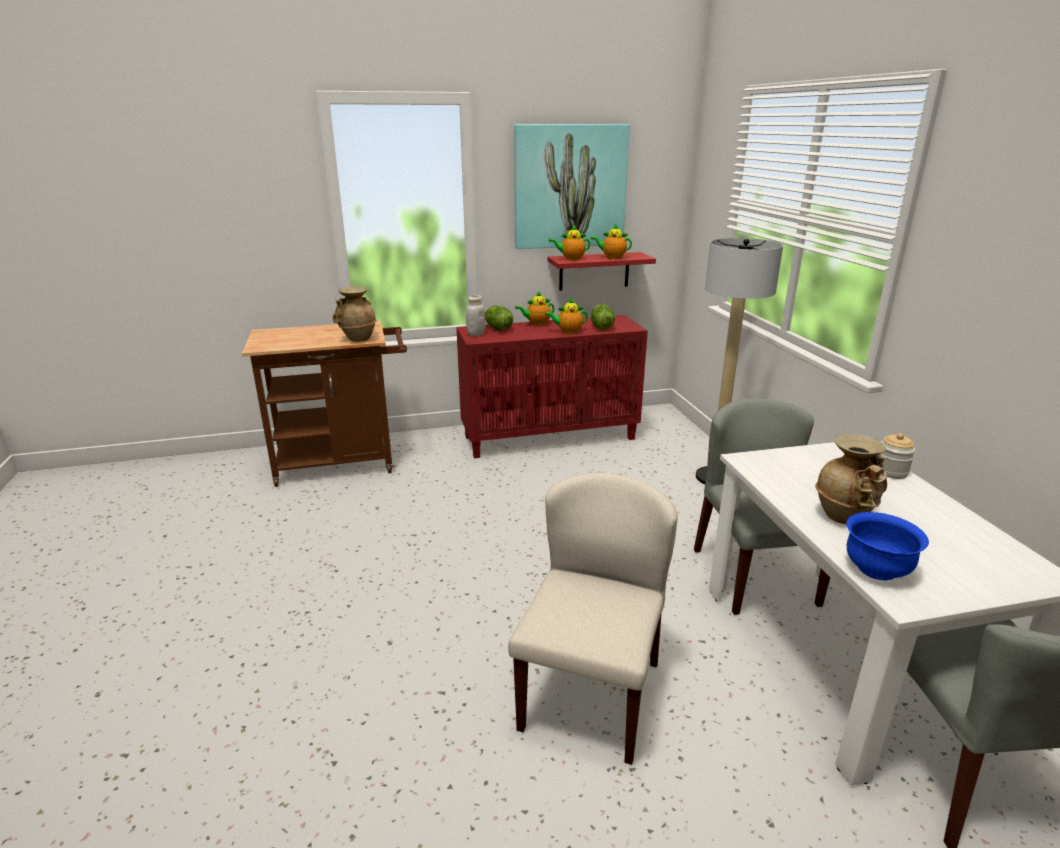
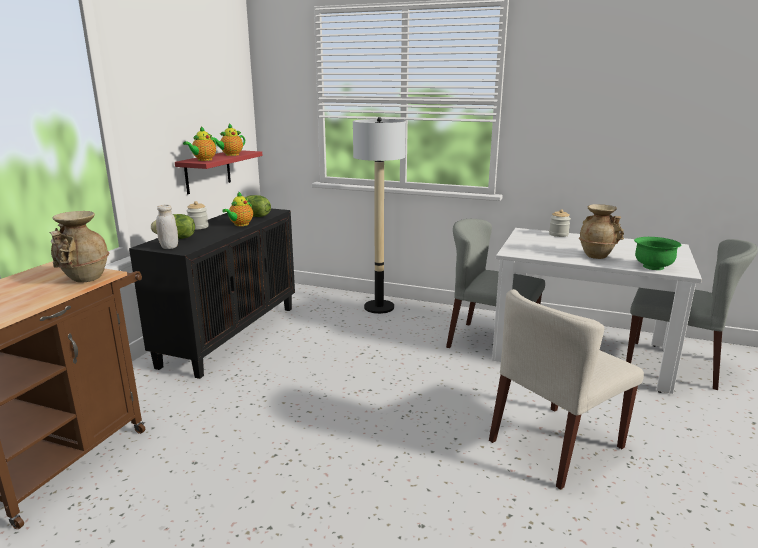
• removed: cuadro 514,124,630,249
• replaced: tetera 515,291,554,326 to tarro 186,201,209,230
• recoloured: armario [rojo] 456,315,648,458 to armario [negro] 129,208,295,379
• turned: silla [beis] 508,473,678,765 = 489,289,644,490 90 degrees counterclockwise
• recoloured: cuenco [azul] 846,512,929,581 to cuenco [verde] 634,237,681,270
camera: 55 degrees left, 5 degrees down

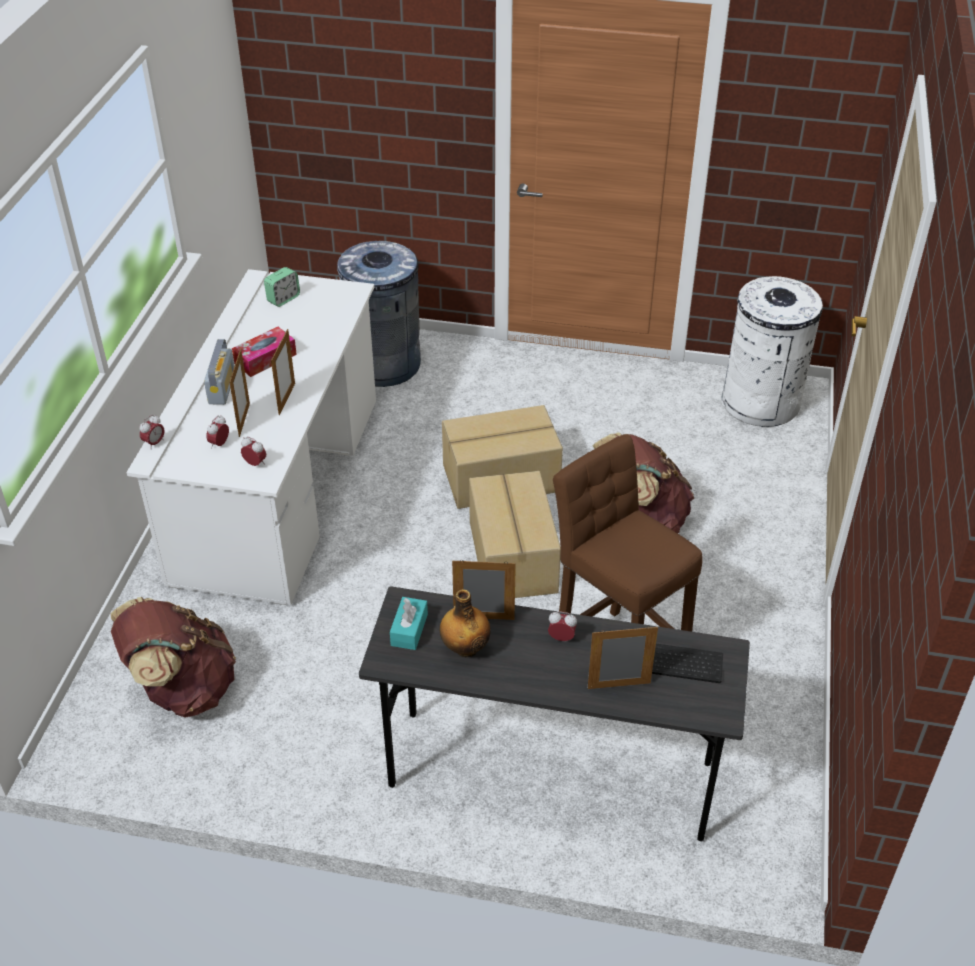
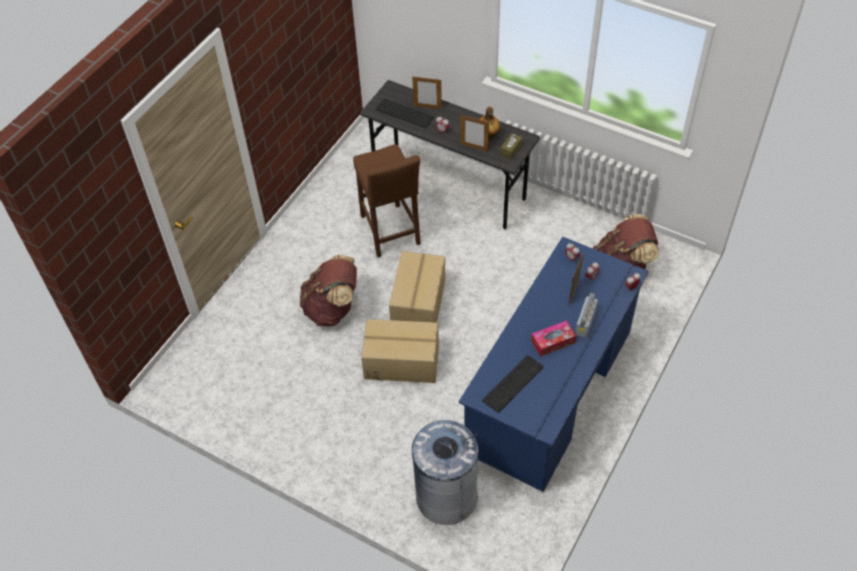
• removed: despertador 264,267,300,307
• recoloured: escritorio [blanco] 126,269,376,605 to escritorio [azul] 459,237,649,492
• removed: papelera [blanco] 722,276,823,427
• removed: portarretratos 271,329,295,415
• recoloured: caja de pañuelos [turquesa] 390,597,428,650 to caja de pañuelos [marrón] 500,133,522,159
• added: teclado 482,355,544,413
camera: 160 degrees left, 10 degrees up

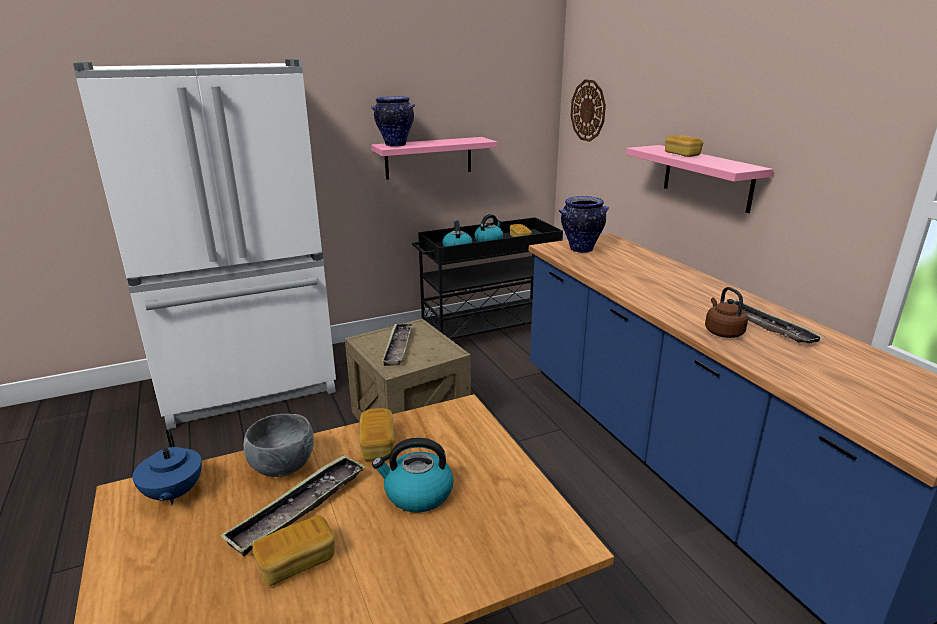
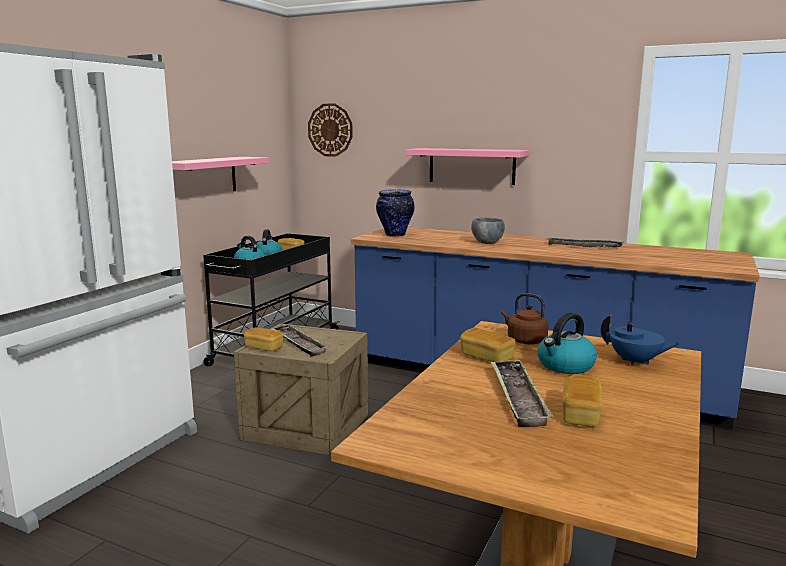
• removed: florero 371,96,415,147
• moved: pan 665,135,703,157 to 244,328,284,351
• moved: hervidor [marrón] 705,287,748,338 to 501,293,548,344
• moved: cuenco [gris] 244,414,314,477 to 471,217,505,244
• moved: tetera [azul] 132,430,202,505 to 601,315,681,366
camera: 40 degrees left, 10 degrees down

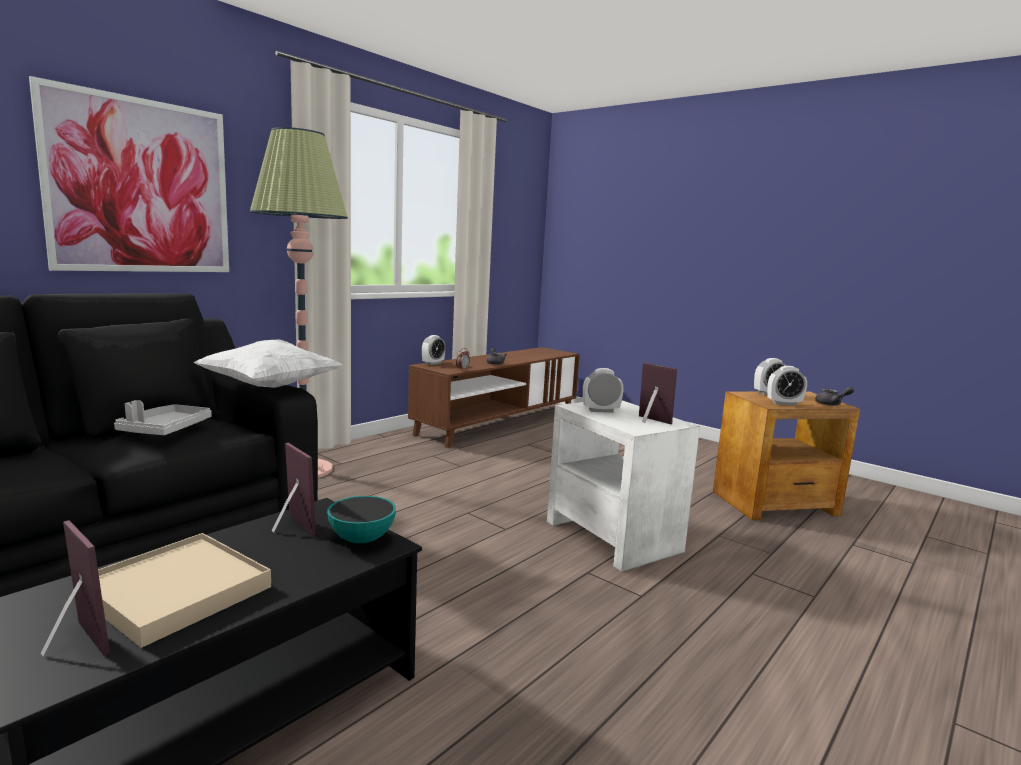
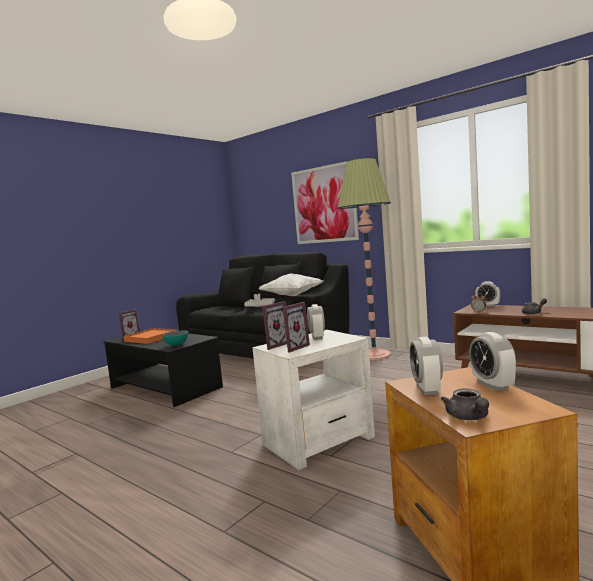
• moved: portarretratos 272,443,316,535 to 262,301,287,350
• recoloured: bandeja [beis] 98,533,271,648 to bandeja [naranja] 124,328,176,344
camera: 90 degrees right, 5 degrees down

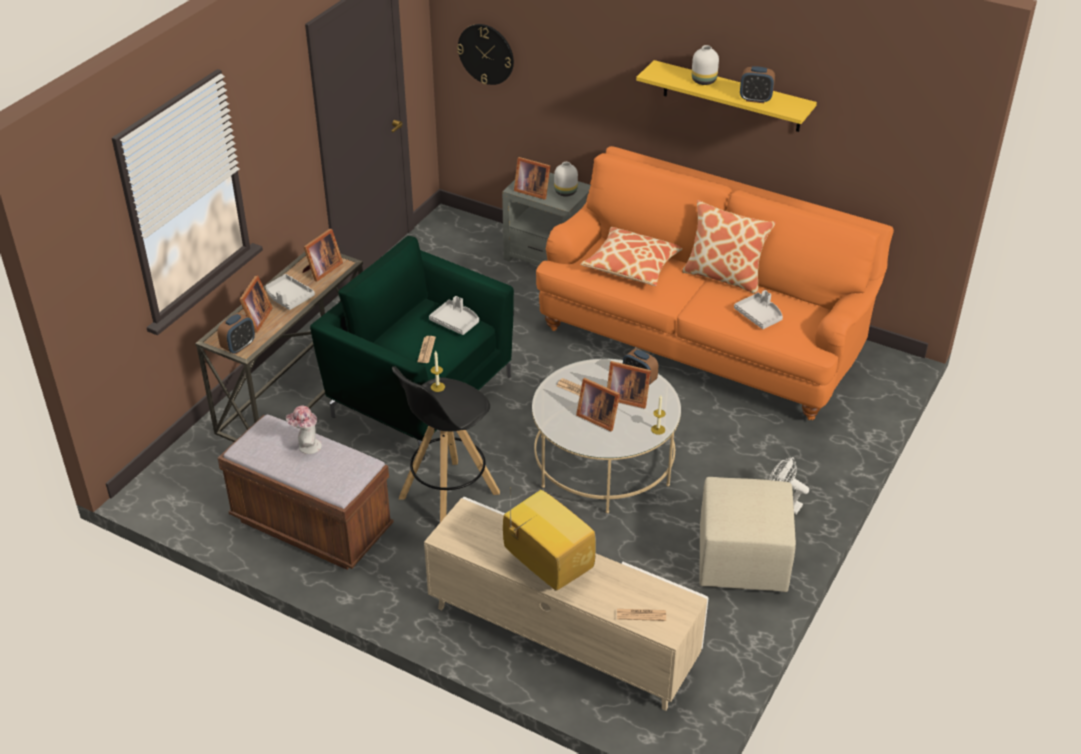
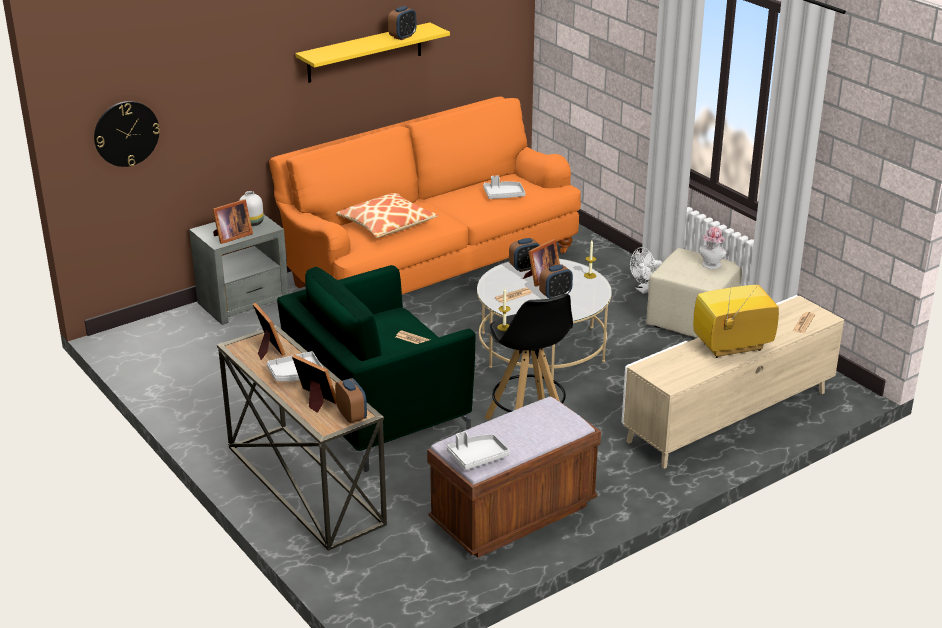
• removed: florero [blanco] 692,45,719,85
• removed: cojín 682,200,776,294
• moved: bandeja [gris] 429,296,479,335 to 447,431,510,470
• replaced: portarretratos 576,378,620,431 to despertador 539,264,573,298
• moved: sombrero 286,406,322,454 to 699,227,727,269
camera: 65 degrees left, 10 degrees down

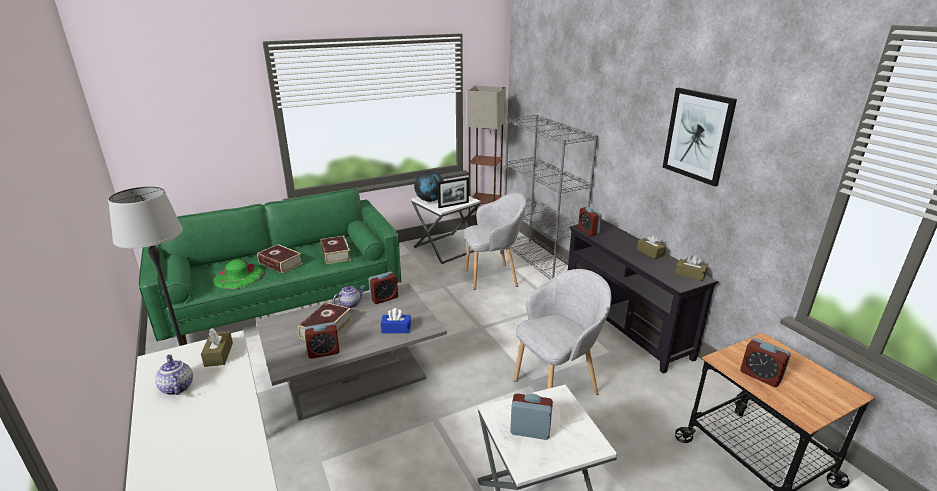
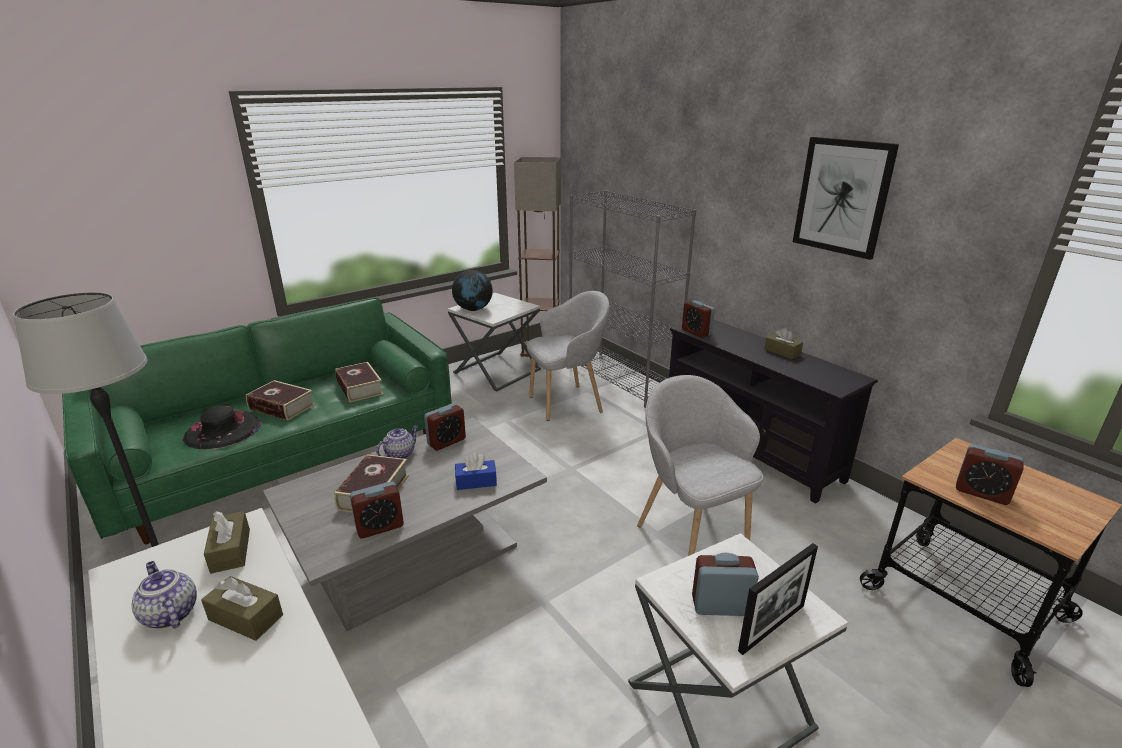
• moved: portarretratos 438,177,469,208 to 738,543,818,655
• moved: caja de pañuelos [marrón] 675,255,708,282 to 201,576,283,641
• recoloured: sombrero [verde] 213,259,265,289 to sombrero [negro] 183,405,261,449
• turned: sillón [gris] 514,269,612,395 = 637,375,763,556 75 degrees counterclockwise
camera: 10 degrees left, 0 degrees up

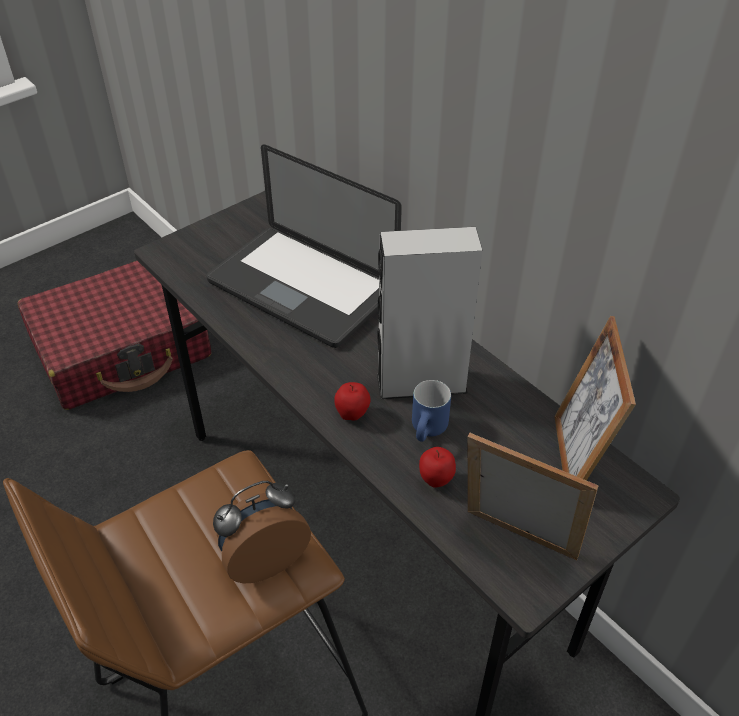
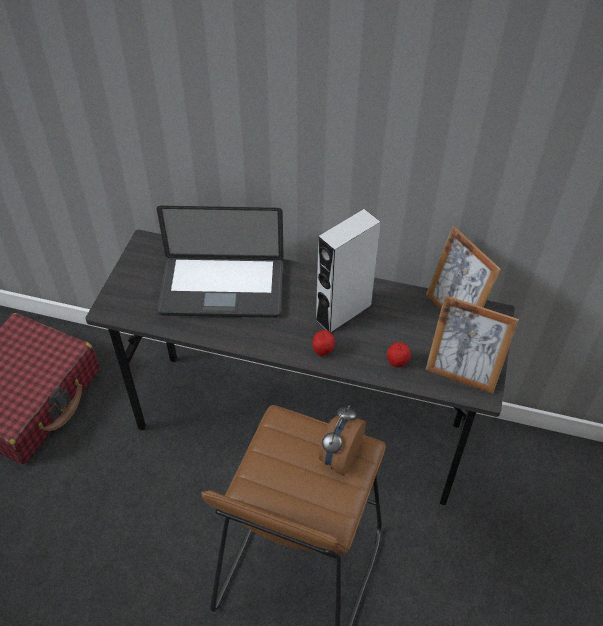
• removed: taza grande [azul] 412,380,451,442
• turned: portarretratos 468,433,599,560 = 425,295,519,394 150 degrees counterclockwise
camera: 35 degrees left, 5 degrees up

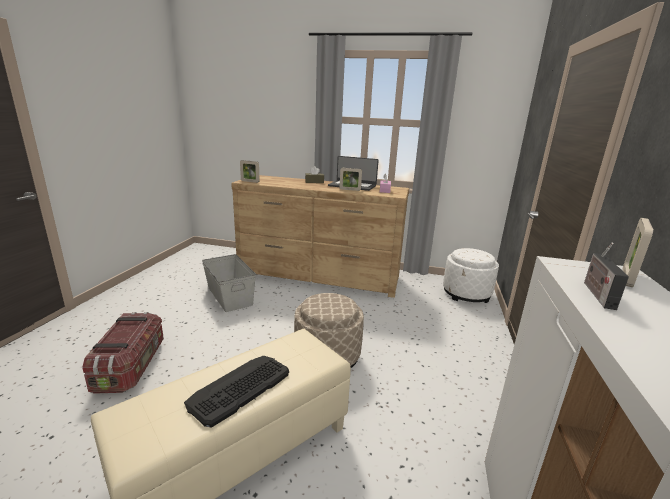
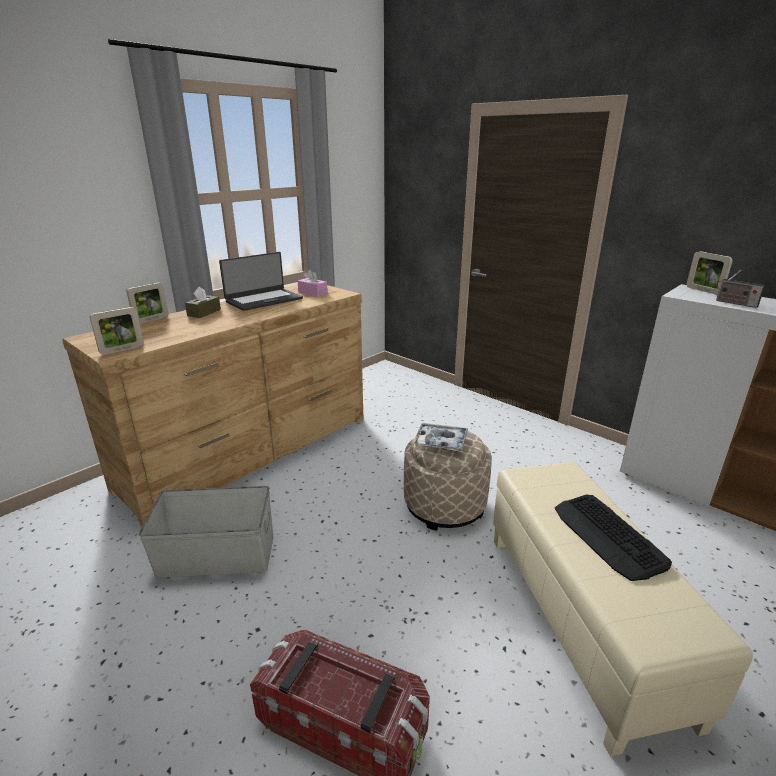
• moved: portarretratos 340,168,362,191 to 127,282,169,324
• removed: puf [blanco] 443,248,499,303
• added: bandeja 412,423,468,452
camera: 60 degrees left, 5 degrees up

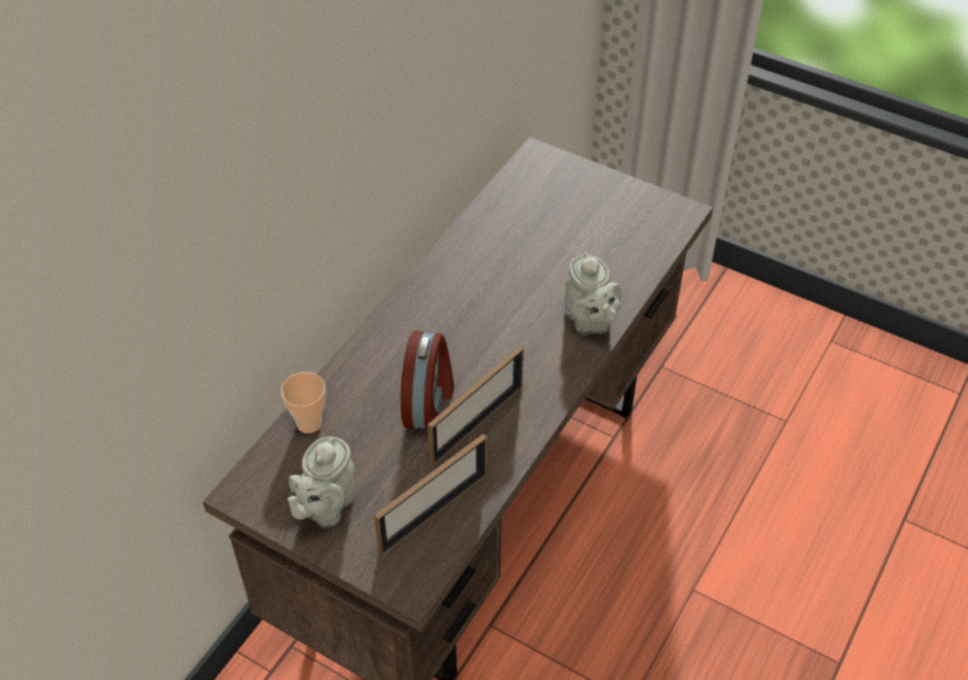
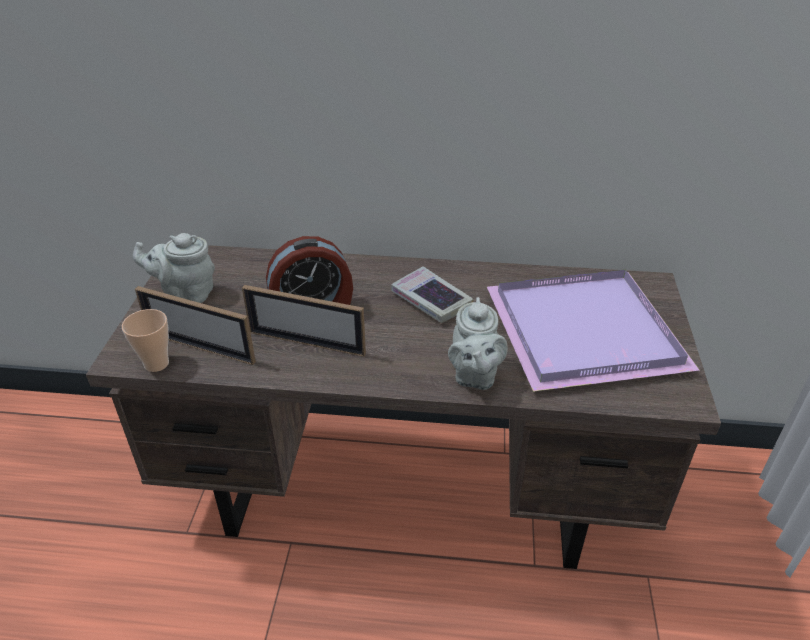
• turned: tetera [gris] 565,252,622,335 = 448,297,508,390 45 degrees counterclockwise
• moved: taza 281,372,326,433 to 122,309,169,372
• added: libro 391,266,473,323
• added: bandeja [morado] 487,270,700,392
camera: 65 degrees right, 10 degrees down

